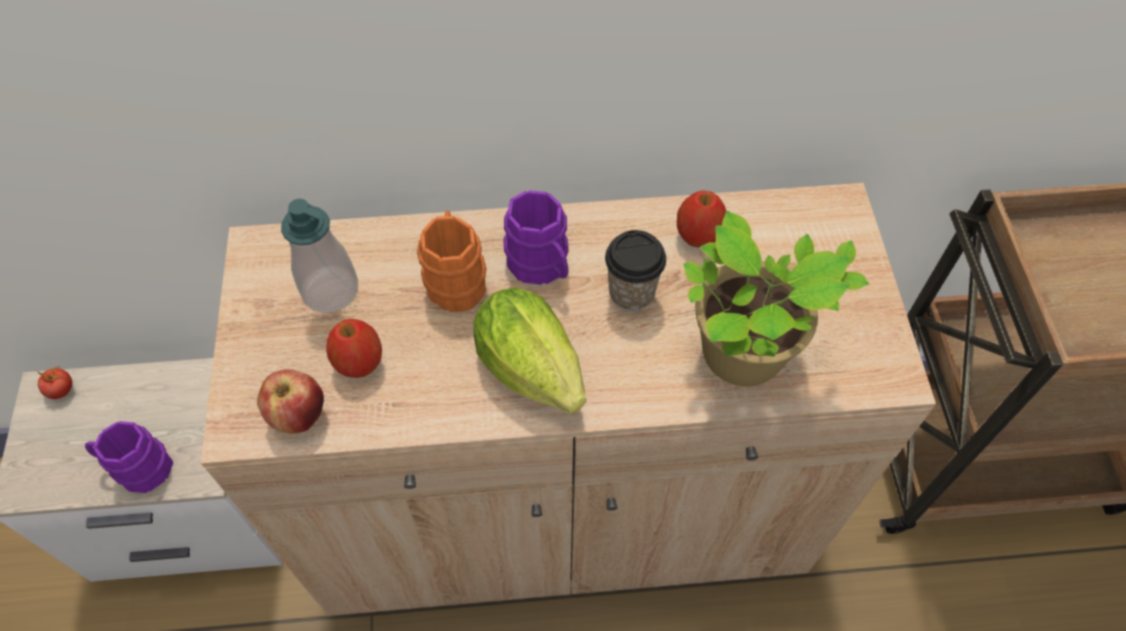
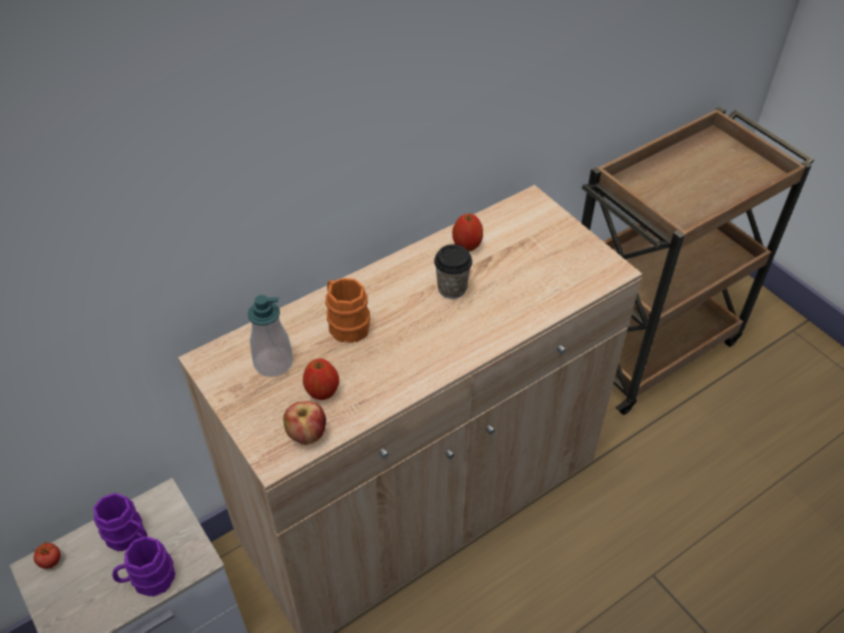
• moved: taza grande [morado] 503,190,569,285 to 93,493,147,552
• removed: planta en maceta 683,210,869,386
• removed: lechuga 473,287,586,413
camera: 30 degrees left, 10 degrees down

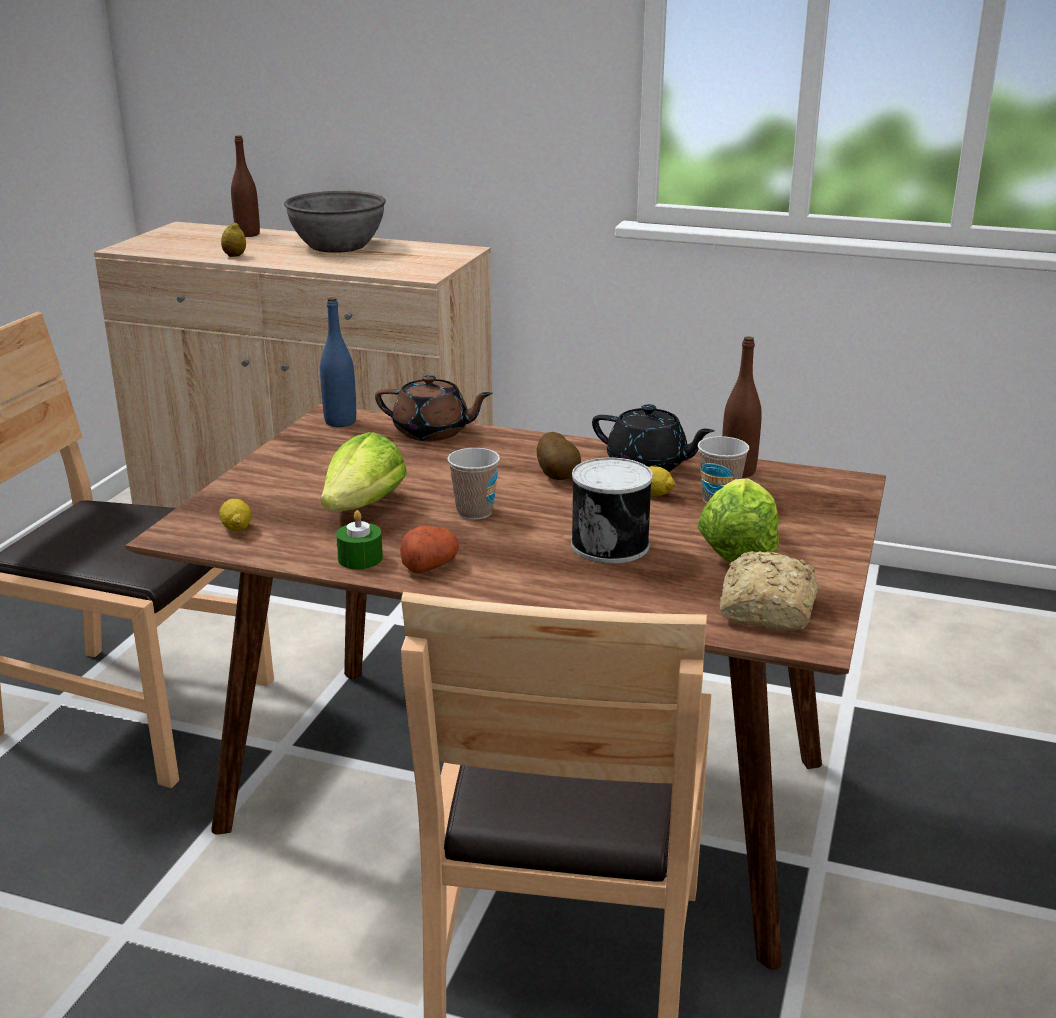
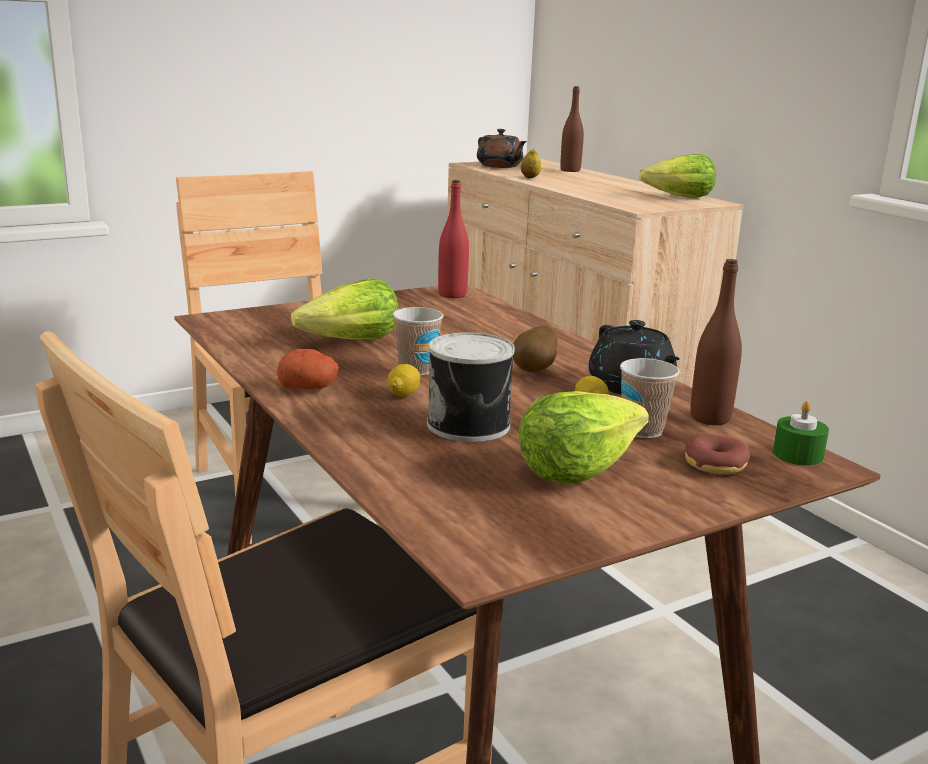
• removed: cuenco [gris] 284,191,386,253
• recoloured: botella [azul] 320,297,356,427 to botella [rojo] 438,180,469,298
• moved: tetera [marrón] 375,375,493,441 to 477,129,527,168
• moved: limón 220,499,251,531 to 387,364,420,396
• moved: vela [verde] 336,510,383,569 to 773,401,829,466
• removed: pan 720,551,819,631
• added: lechuga 639,154,716,198
• added: rosquilla 685,435,750,475
camera: 40 degrees right, 5 degrees down

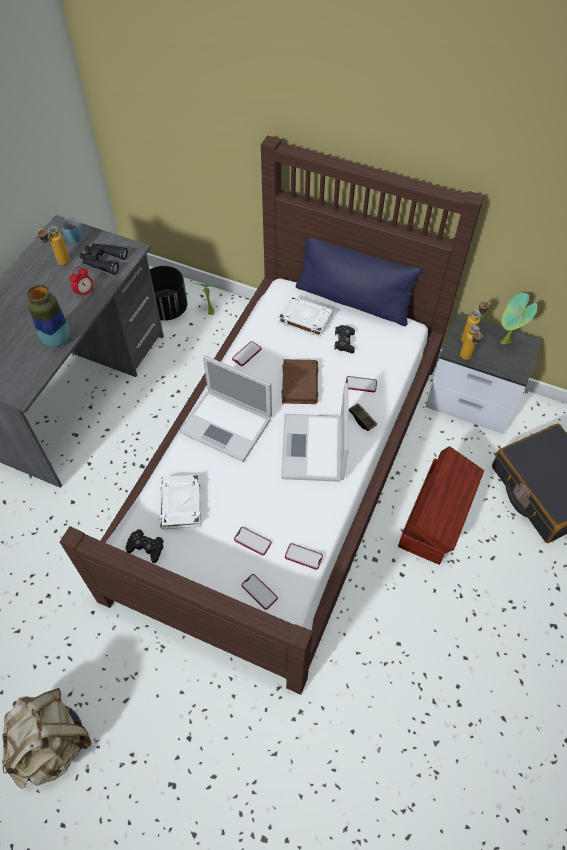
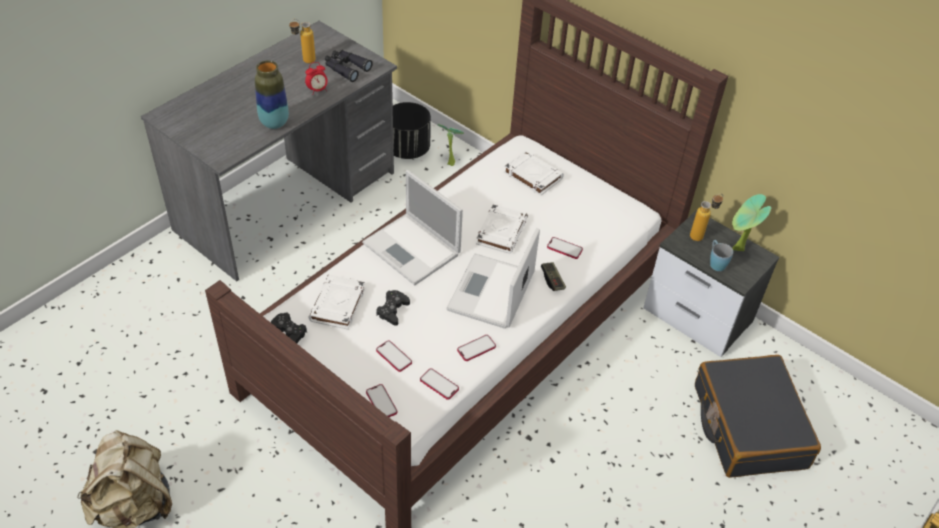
• moved: taza grande [azul] 61,216,82,244 to 710,240,733,271
• removed: cojín [azul] 296,238,422,327
• moved: mando de consola [negro] 334,325,355,353 to 376,290,410,326
• removed: botella 460,325,483,360
• moved: móvil 232,341,261,366 to 457,335,496,361
• recoloured: libro [marrón] 282,359,318,404 to libro [blanco] 476,204,528,254
• removed: caja de almacenaje [marrón] 398,446,484,565
camera: 15 degrees right, 10 degrees down

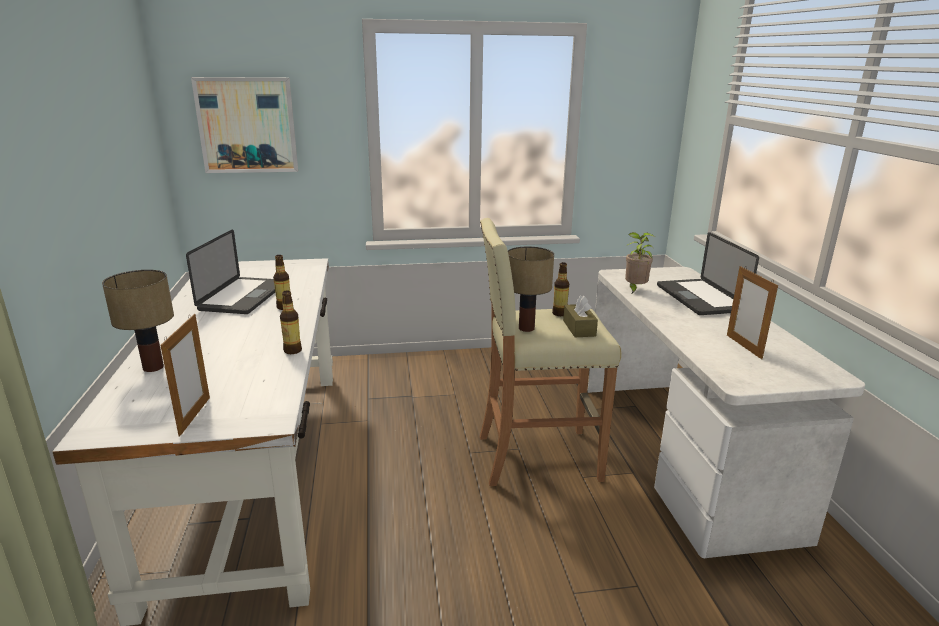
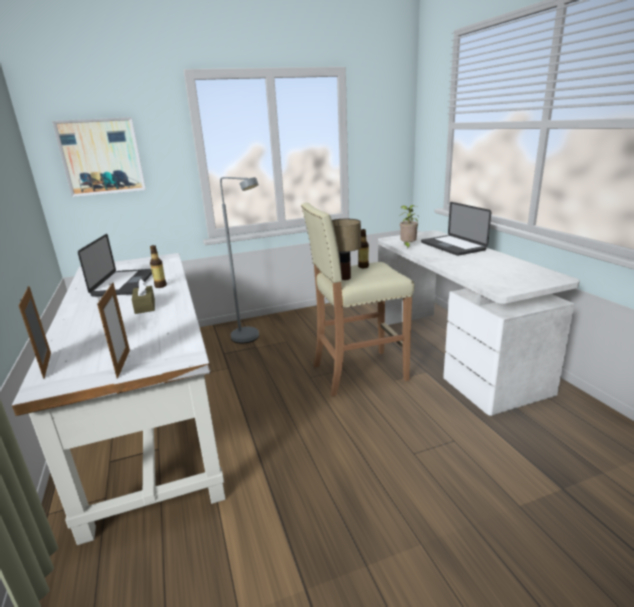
• moved: portarretratos 727,266,778,359 to 18,286,51,379
• removed: lámpara de mesa 102,270,174,372
• removed: botella 280,290,302,354
• moved: caja de pañuelos [marrón] 563,295,598,337 to 132,278,155,314
• added: lámpara de pie [gris] 220,177,259,343
camera: 10 degrees left, 0 degrees up

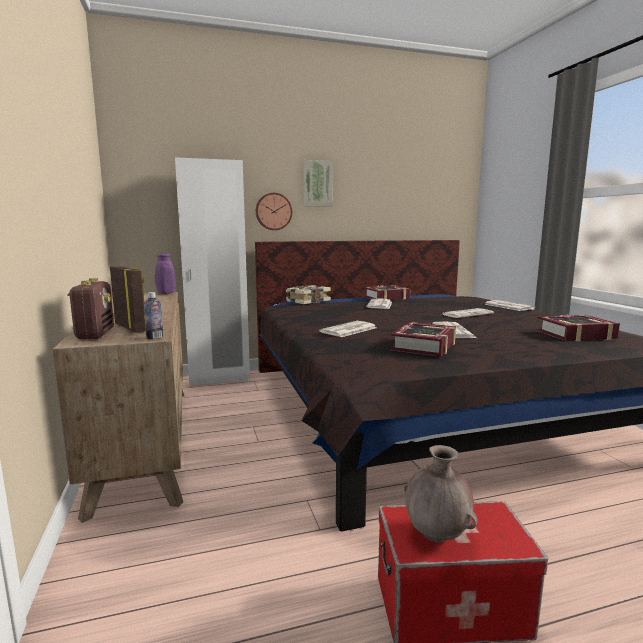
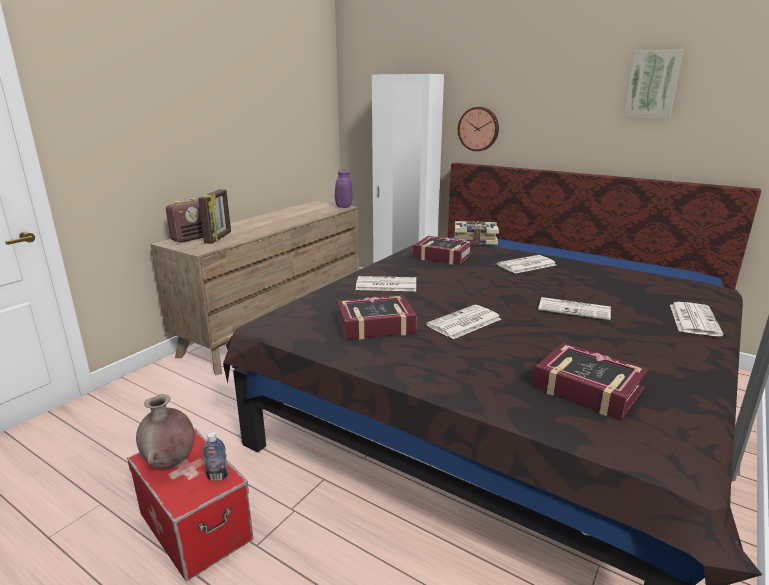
• moved: cuadro 303,160,333,207 to 624,49,683,119
• moved: libro 363,285,411,300 to 413,236,474,265
• moved: botella 144,292,163,340 to 202,432,229,481
camera: 50 degrees right, 10 degrees up

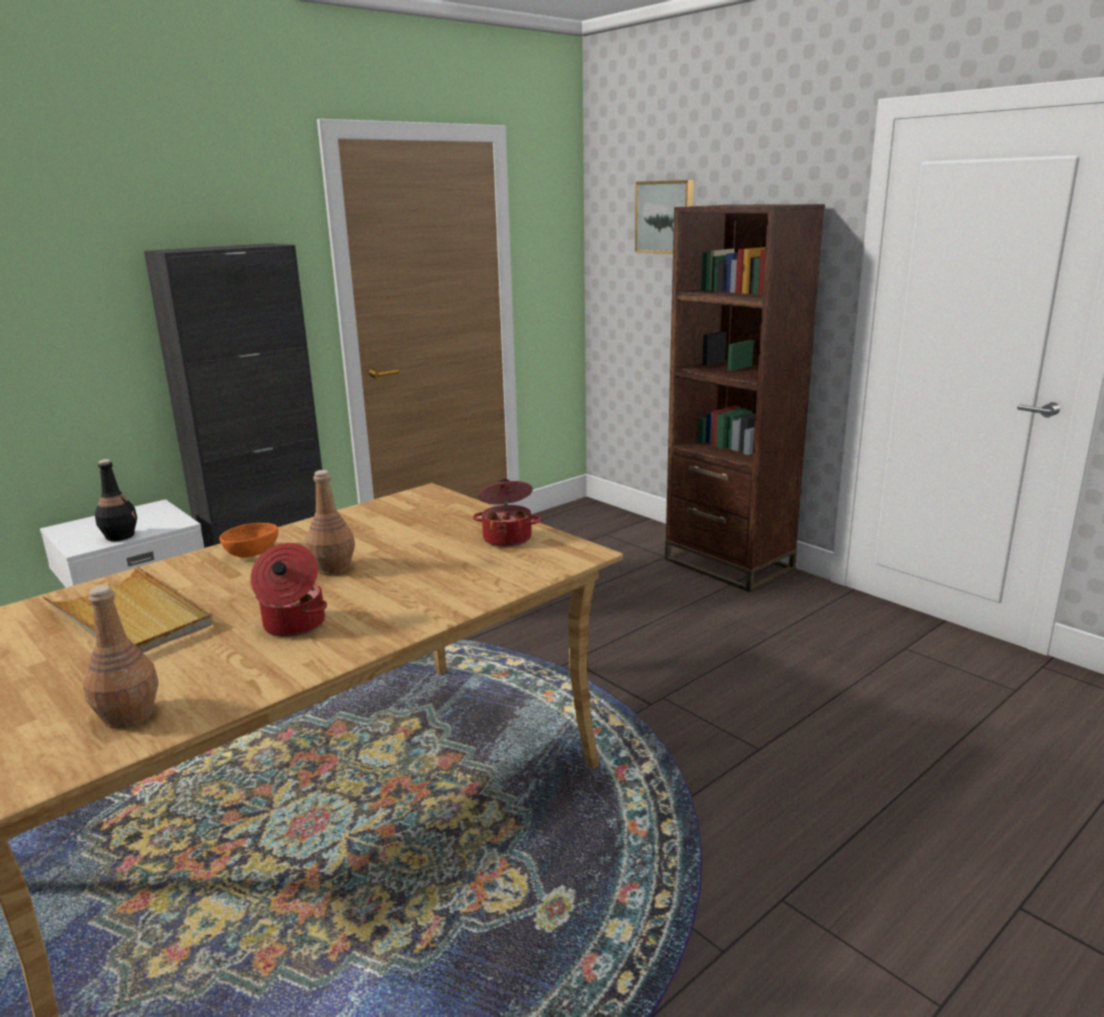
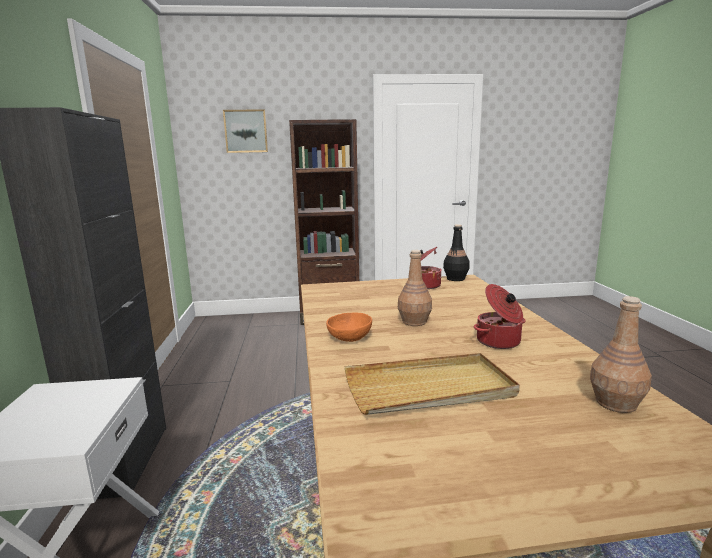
• moved: botella [negro] 95,459,137,541 to 443,224,470,281
camera: 55 degrees left, 5 degrees down

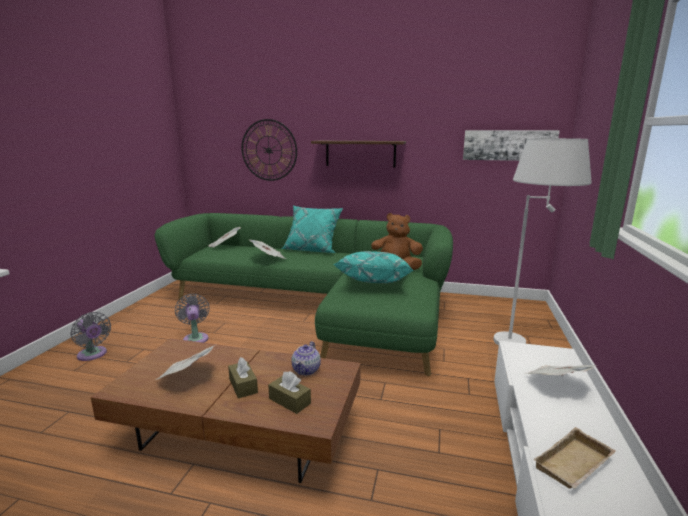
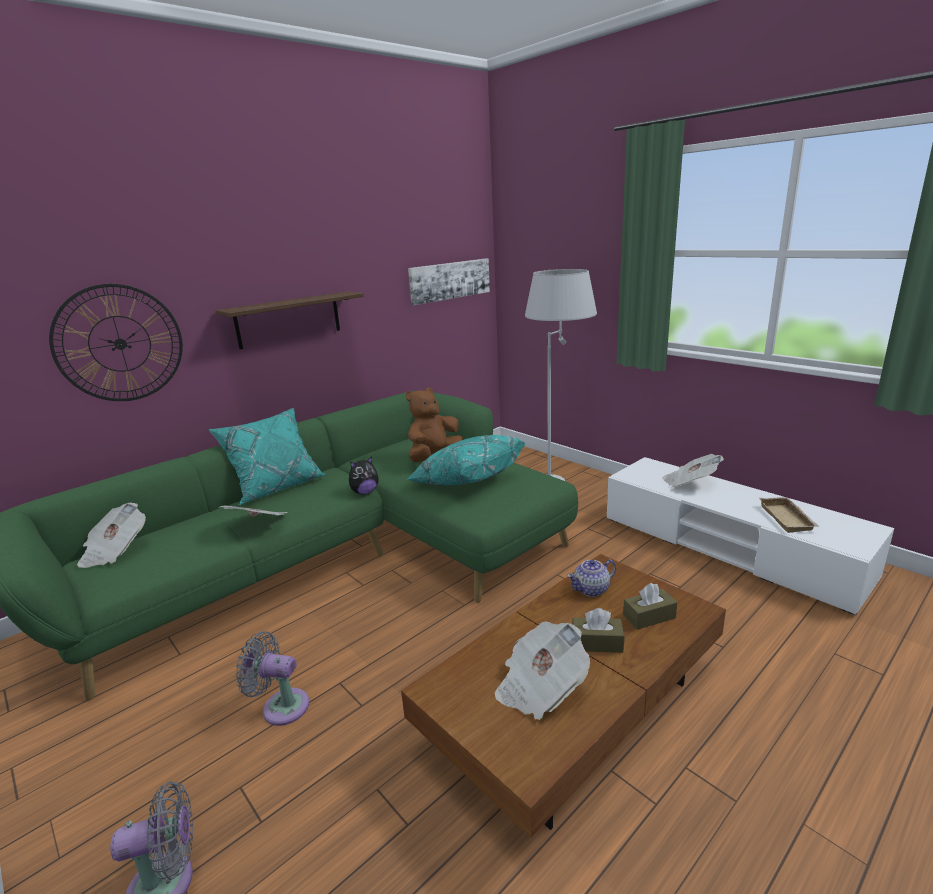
• turned: tetera 292,341,321,375 = 567,559,616,597 105 degrees clockwise
• added: peluche 349,456,379,495
camera: 55 degrees left, 5 degrees up

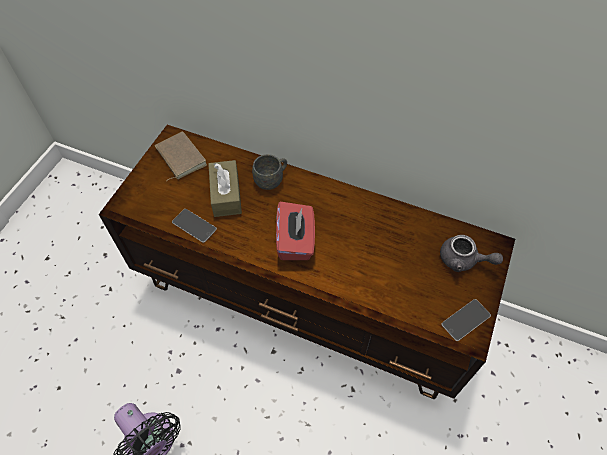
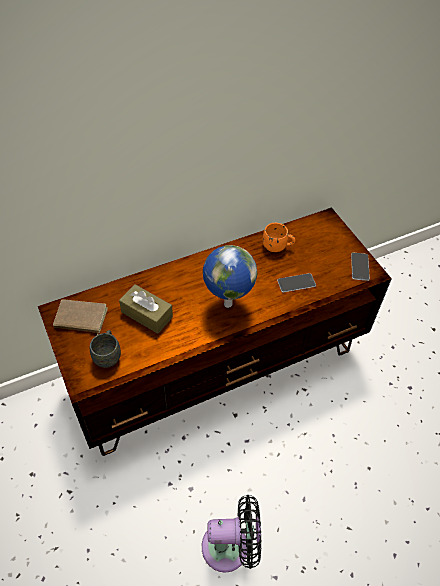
• moved: taza grande [gris] 252,154,287,190 to 90,330,121,368
• replaced: caja de pañuelos [rojo] 276,202,315,260 to globo terráqueo 203,245,257,308
• moved: móvil 172,209,217,243 to 277,273,316,292
• removed: tetera [gris] 440,235,503,272
• added: taza grande [naranja] 263,223,295,252
camera: 50 degrees left, 5 degrees down

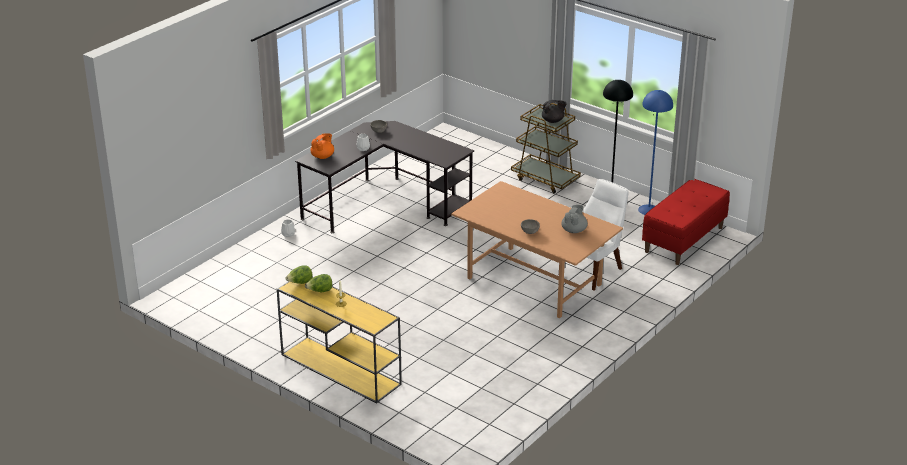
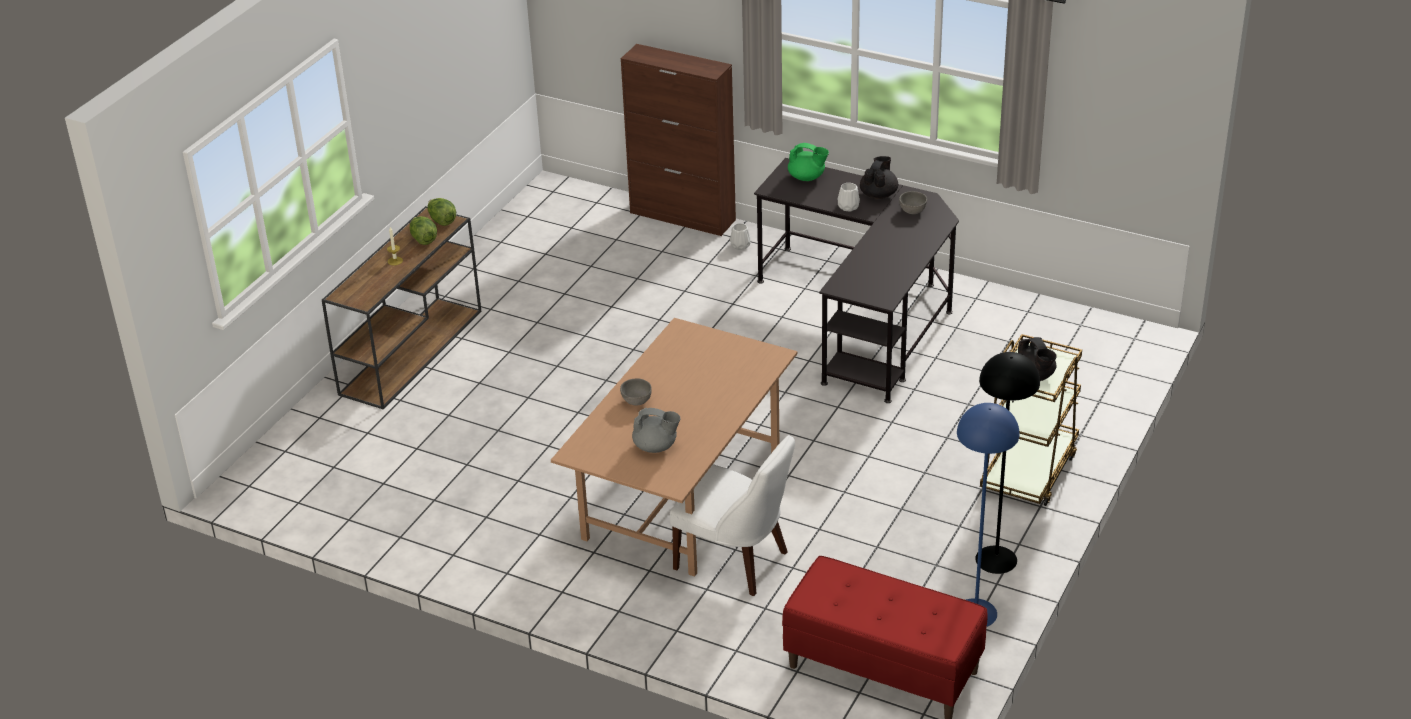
• recoloured: tetera [naranja] 311,133,334,159 to tetera [verde] 788,143,829,181
• recoloured: mesa consola [amarillo] 277,277,402,403 to mesa consola [marrón] 322,206,481,409
• added: armario [marrón] 621,44,736,236
• added: tetera [negro] 860,156,898,199
camera: 80 degrees right, 5 degrees up

